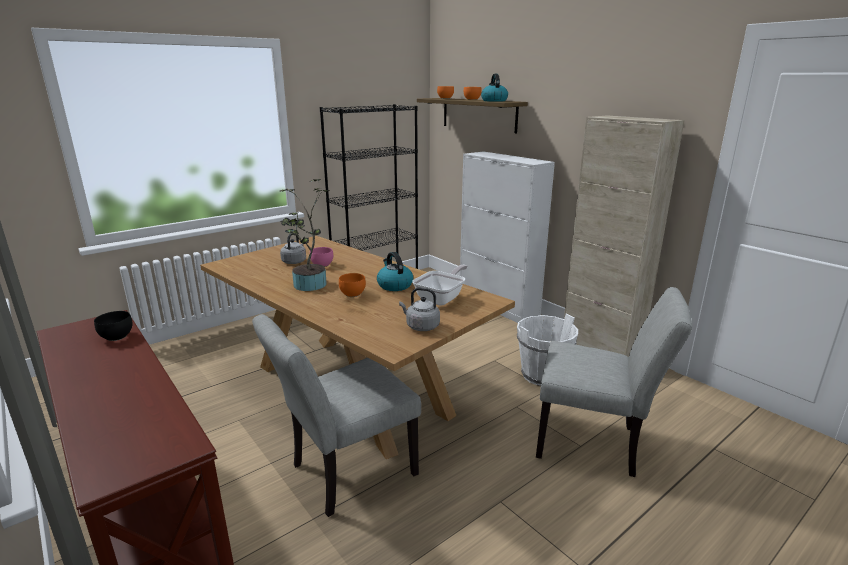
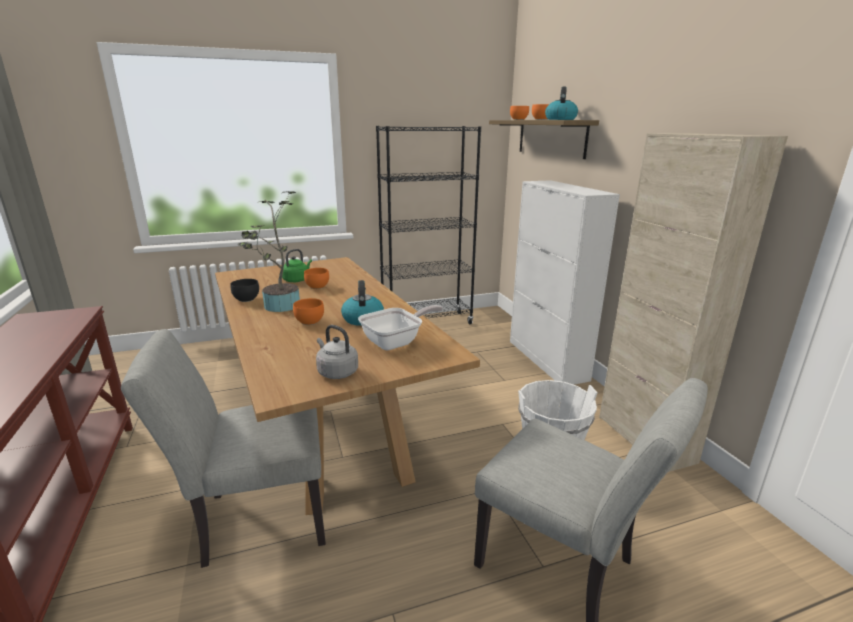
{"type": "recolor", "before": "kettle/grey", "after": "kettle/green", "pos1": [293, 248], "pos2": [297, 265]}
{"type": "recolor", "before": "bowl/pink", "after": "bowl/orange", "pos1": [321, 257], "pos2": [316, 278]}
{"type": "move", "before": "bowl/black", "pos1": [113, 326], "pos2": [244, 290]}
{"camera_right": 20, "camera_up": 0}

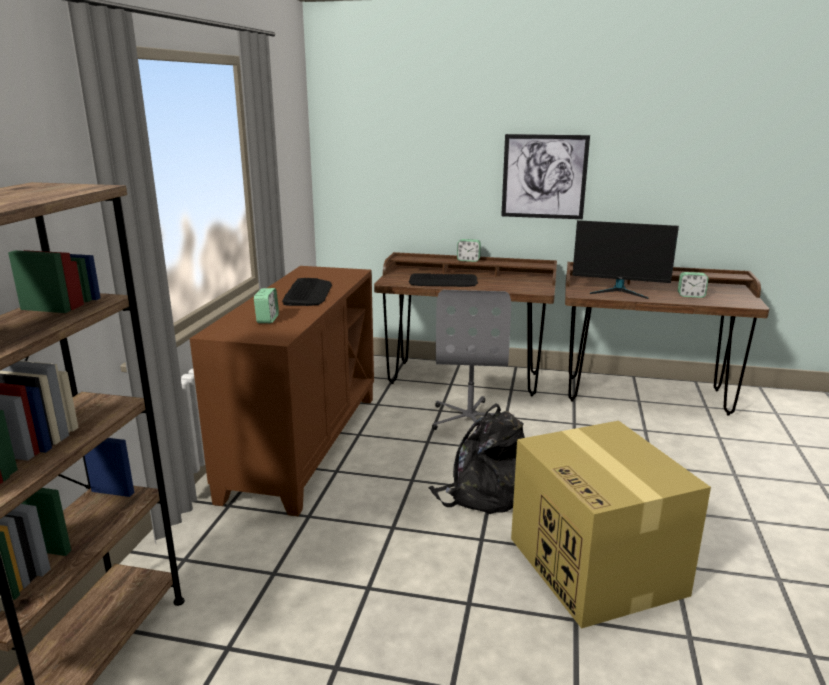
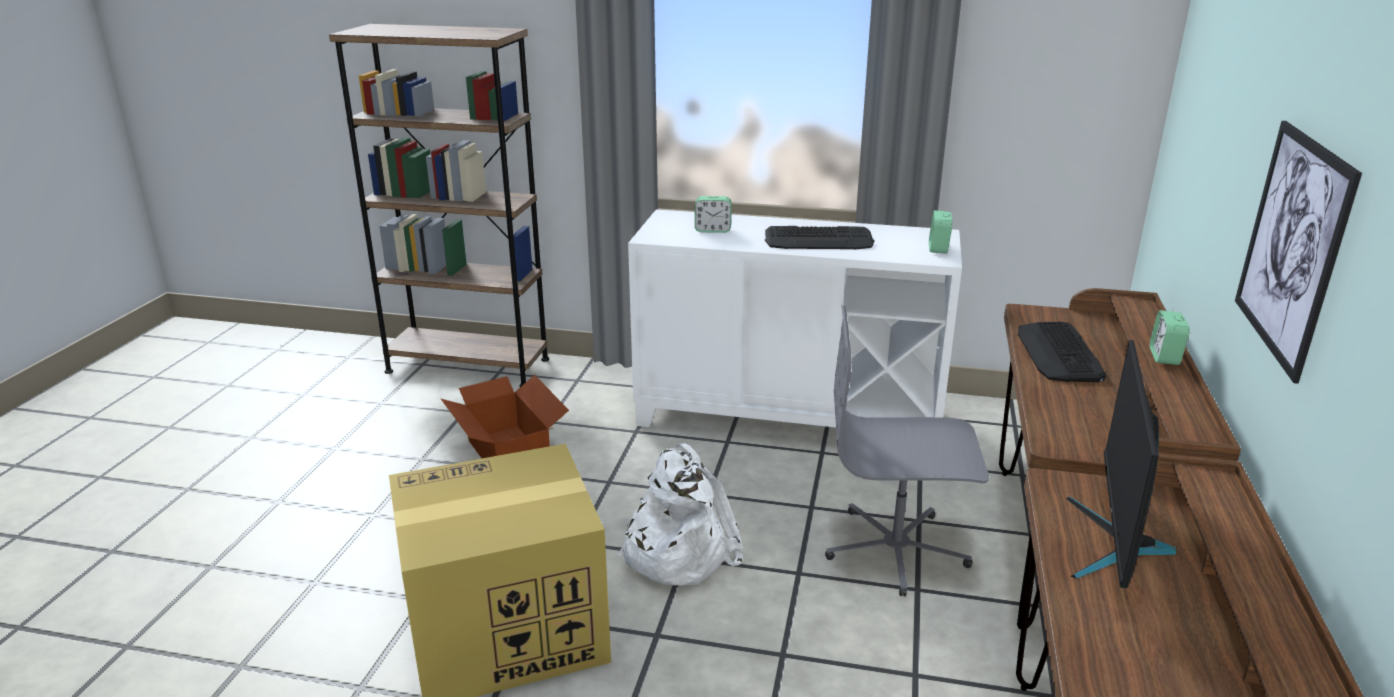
{"type": "recolor", "before": "cabinet/brown", "after": "cabinet/white", "pos1": [282, 391], "pos2": [795, 319]}
{"type": "move", "before": "alarm clock", "pos1": [693, 285], "pos2": [941, 232]}
{"type": "recolor", "before": "backpack/black", "after": "backpack/white", "pos1": [476, 459], "pos2": [679, 514]}
{"type": "insert", "after": "cardboard box", "pos2": [505, 416]}
{"camera_right": 90, "camera_up": 5}

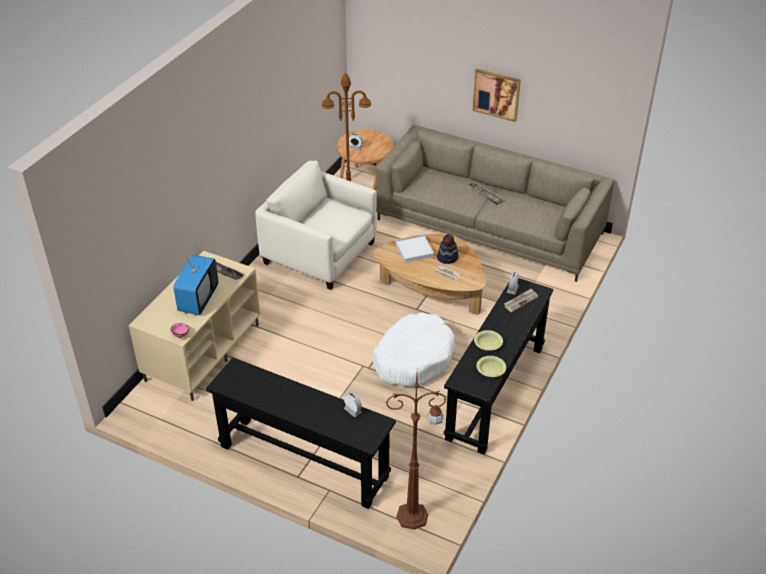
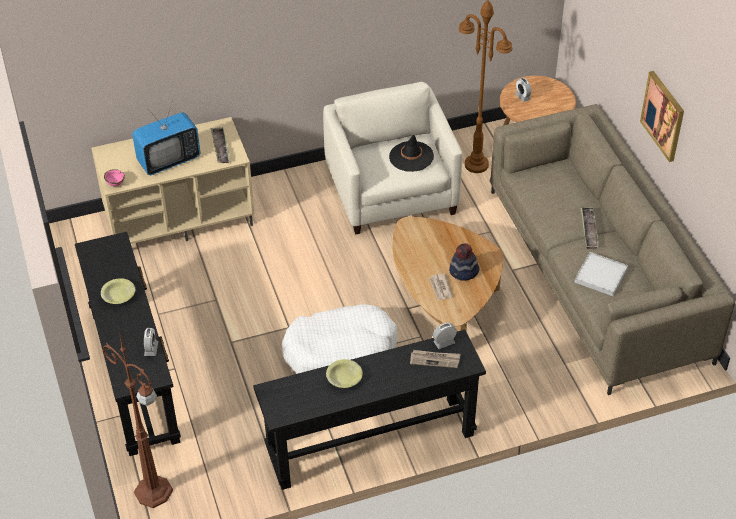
{"type": "move", "before": "tray/white", "pos1": [415, 249], "pos2": [601, 274]}
{"type": "move", "before": "bowl/yellow", "pos1": [491, 366], "pos2": [118, 291]}
{"type": "insert", "after": "hat/black", "pos2": [411, 153]}
{"camera_right": 45, "camera_up": 5}

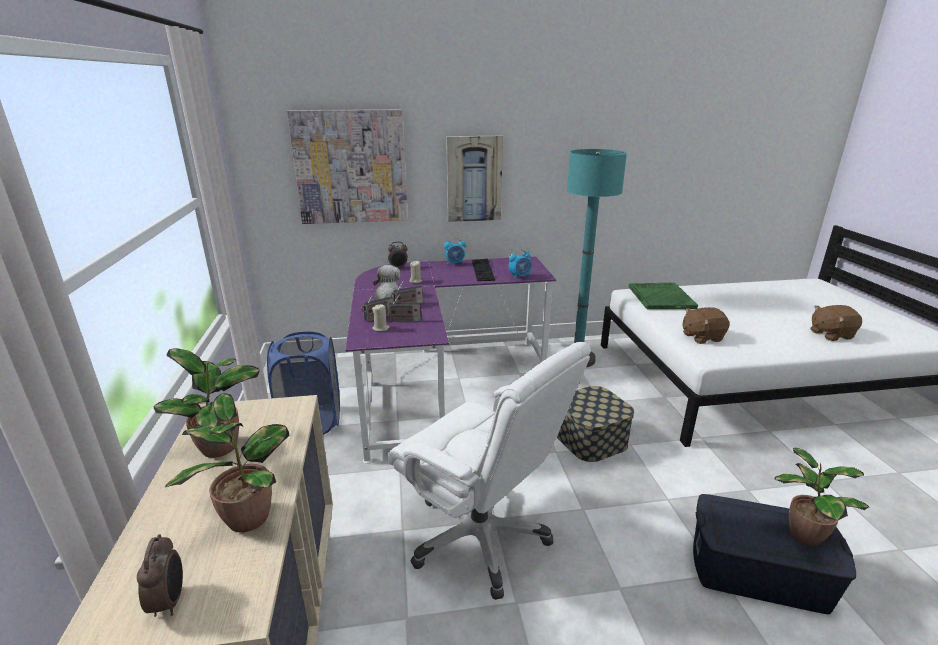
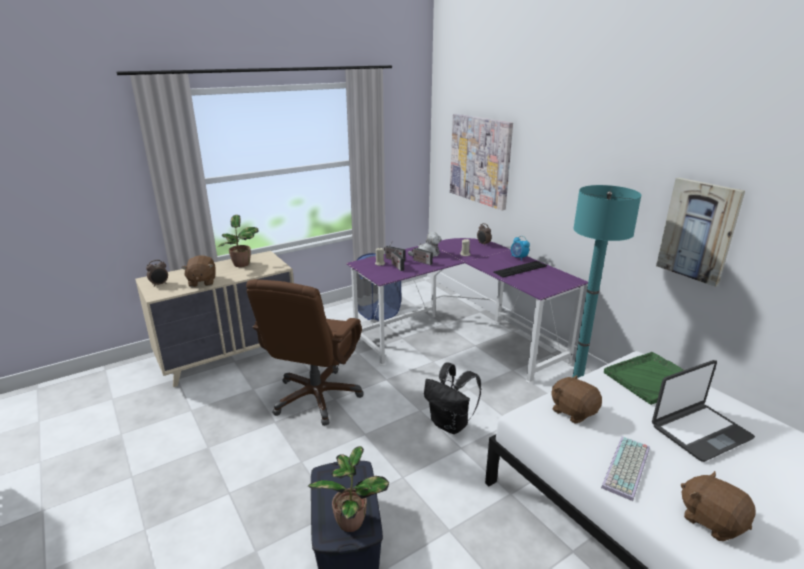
{"type": "move", "before": "picture", "pos1": [474, 179], "pos2": [700, 232]}
{"type": "delete", "before": "alarm clock", "pos1": [520, 264]}
{"type": "recolor", "before": "office chair/white", "after": "office chair/brown", "pos1": [489, 471], "pos2": [305, 352]}
{"type": "replace", "before": "storage box", "after": "backpack/black", "pos1": [595, 424], "pos2": [452, 398]}
{"type": "replace", "before": "potted plant", "after": "plush toy/brown", "pos1": [227, 463], "pos2": [198, 271]}
{"type": "insert", "after": "laptop", "pos2": [703, 411]}
{"type": "insert", "after": "keyboard", "pos2": [625, 468]}
{"camera_right": 65, "camera_up": 0}

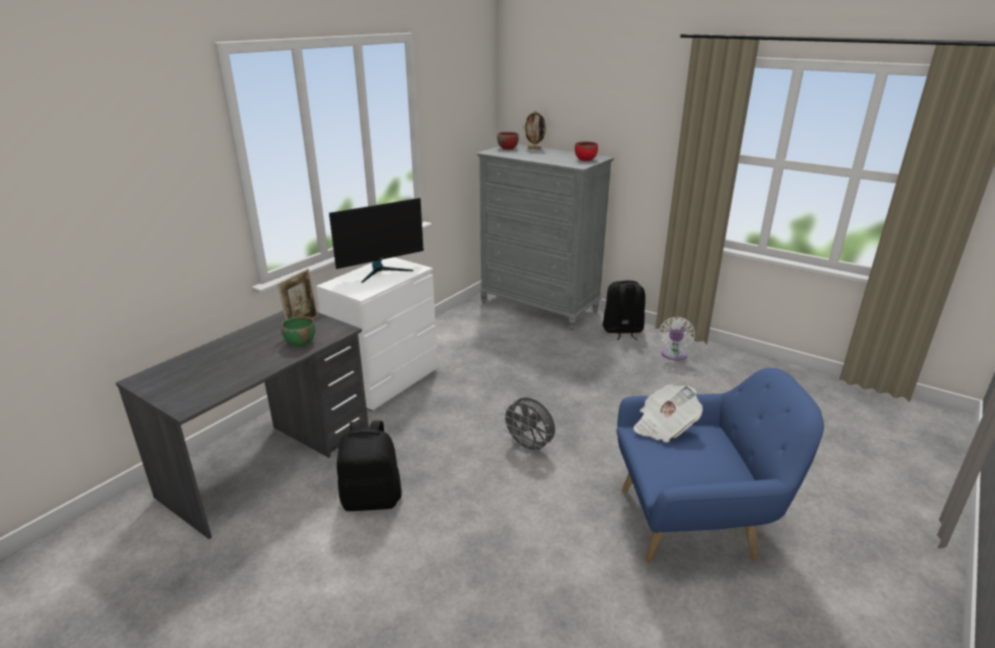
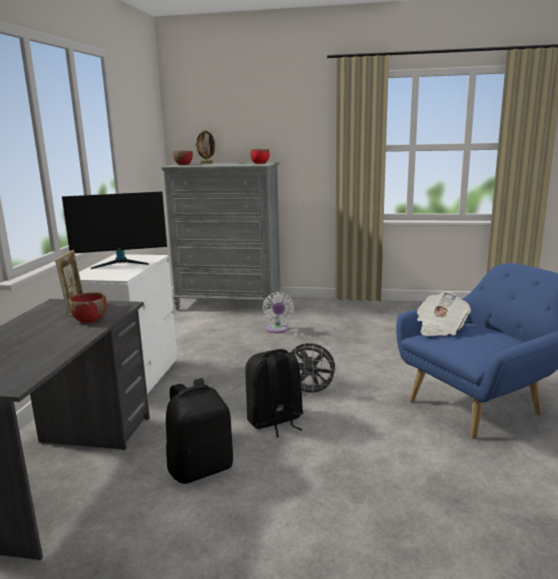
{"type": "rotate", "before": "monitor", "pos1": [376, 240], "pos2": [114, 230], "turn": 45}
{"type": "move", "before": "backpack/black", "pos1": [624, 310], "pos2": [274, 393]}
{"type": "recolor", "before": "bowl/green", "after": "bowl/red", "pos1": [298, 331], "pos2": [88, 307]}
{"type": "move", "before": "fan/white", "pos1": [677, 339], "pos2": [278, 312]}
{"camera_right": -25, "camera_up": -10}

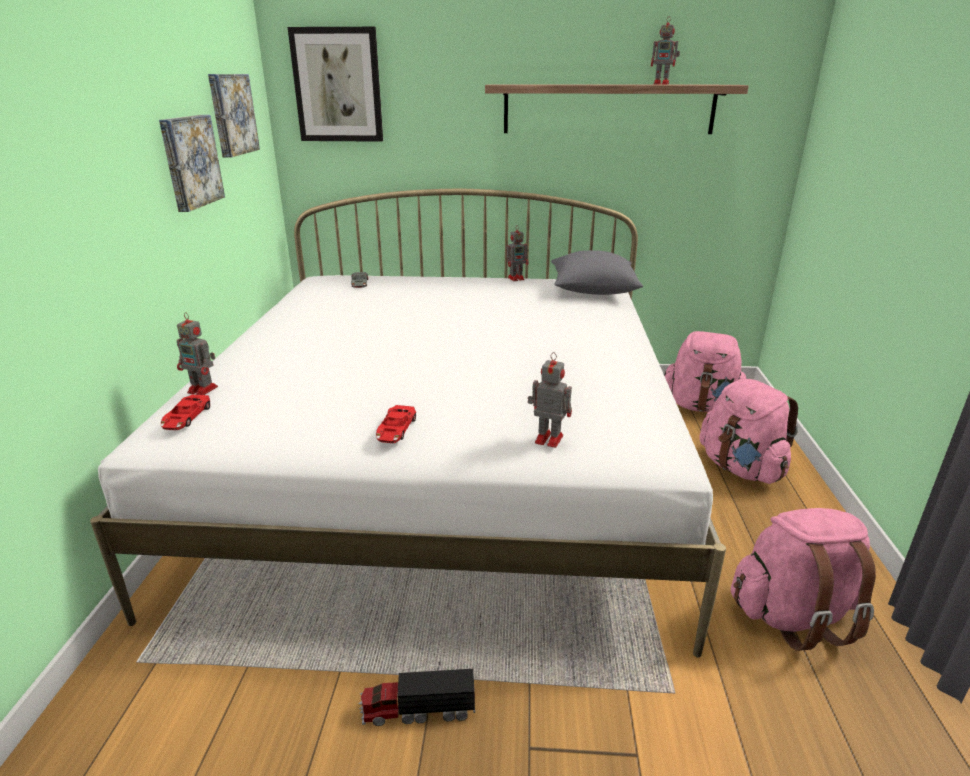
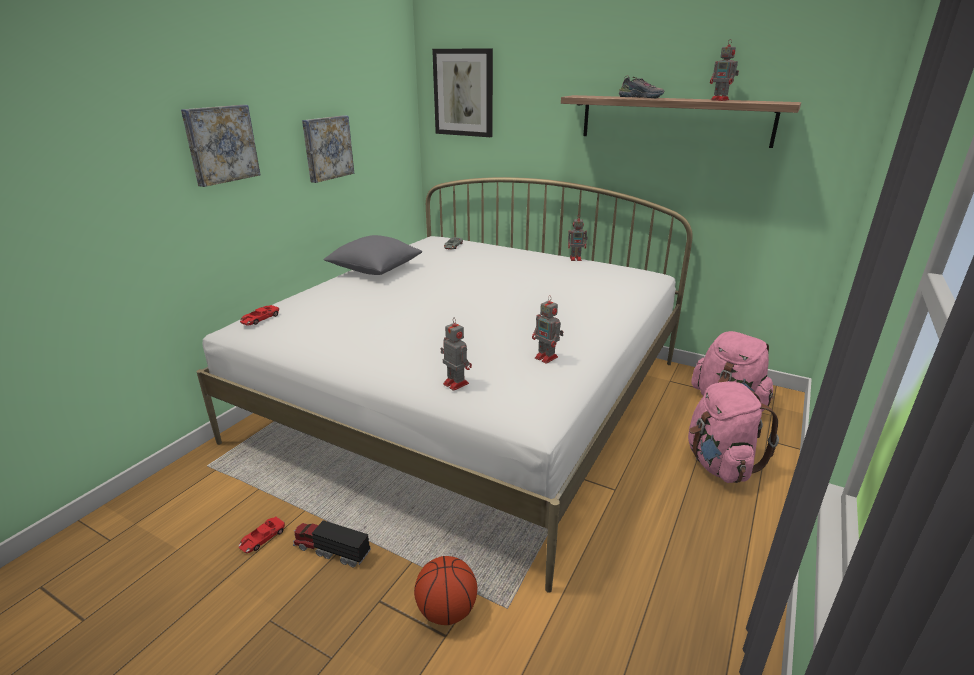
{"type": "move", "before": "picture", "pos1": [234, 116], "pos2": [220, 146]}
{"type": "move", "before": "pillow/grey", "pos1": [597, 272], "pos2": [372, 255]}
{"type": "move", "before": "toy robot", "pos1": [197, 353], "pos2": [548, 329]}
{"type": "move", "before": "toy car/red", "pos1": [396, 424], "pos2": [262, 535]}
{"type": "delete", "before": "backpack/pink", "pos1": [803, 579]}
{"type": "insert", "after": "shoe", "pos2": [641, 86]}
{"type": "insert", "after": "basketball", "pos2": [445, 590]}
{"camera_right": 25, "camera_up": 0}

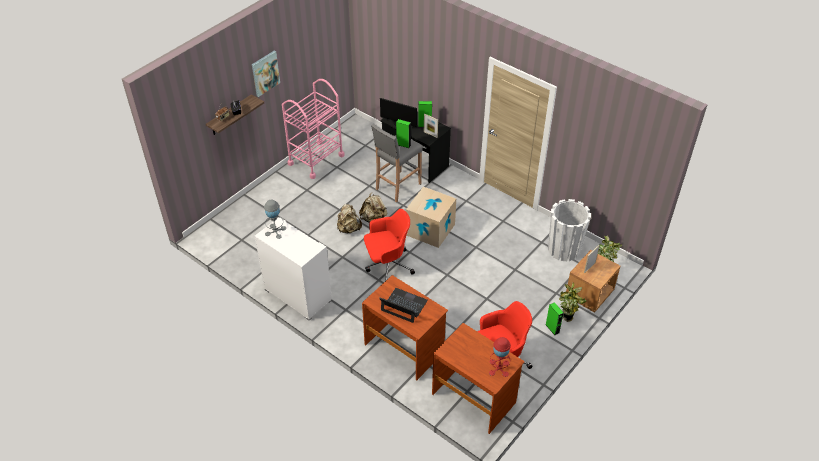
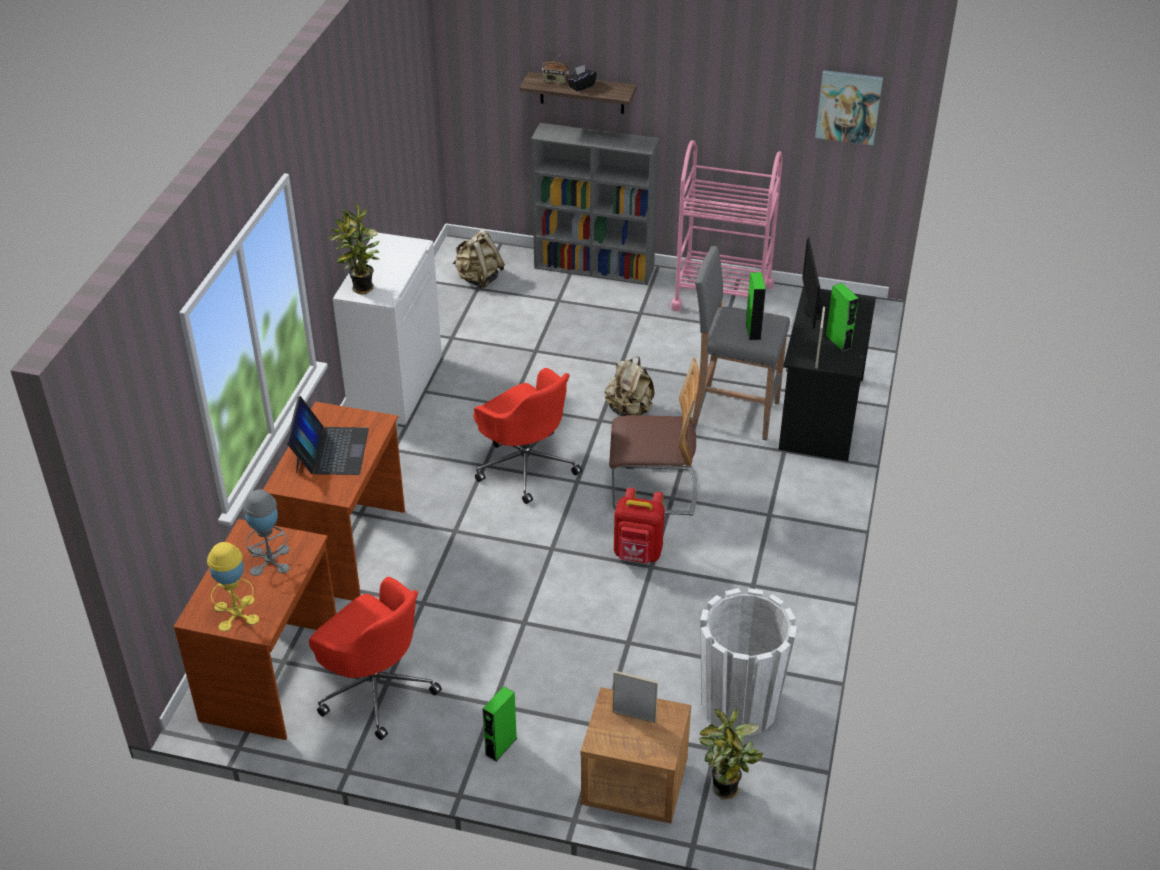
{"type": "move", "before": "picture", "pos1": [266, 74], "pos2": [849, 107]}
{"type": "replace", "before": "cardboard box", "after": "chair", "pos1": [431, 217], "pos2": [654, 437]}
{"type": "move", "before": "table lamp/grey", "pos1": [275, 219], "pos2": [266, 533]}
{"type": "move", "before": "backpack/beige", "pos1": [349, 218], "pos2": [479, 259]}
{"type": "move", "before": "potted plant", "pos1": [572, 302], "pos2": [354, 248]}
{"type": "recolor", "before": "table lamp/red", "after": "table lamp/yellow", "pos1": [500, 357], "pos2": [233, 587]}
{"type": "insert", "after": "bookcase/grey", "pos2": [595, 204]}
{"type": "insert", "after": "backpack/red", "pos2": [639, 525]}
{"camera_right": 65, "camera_up": -5}

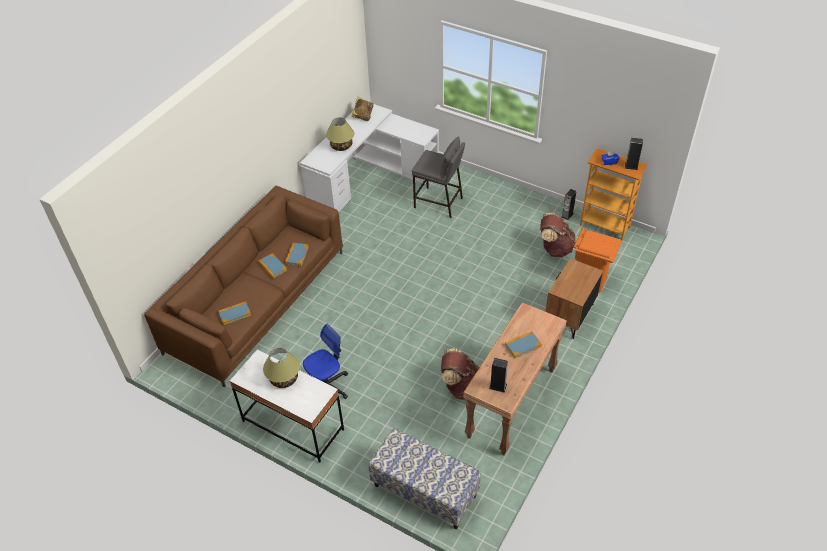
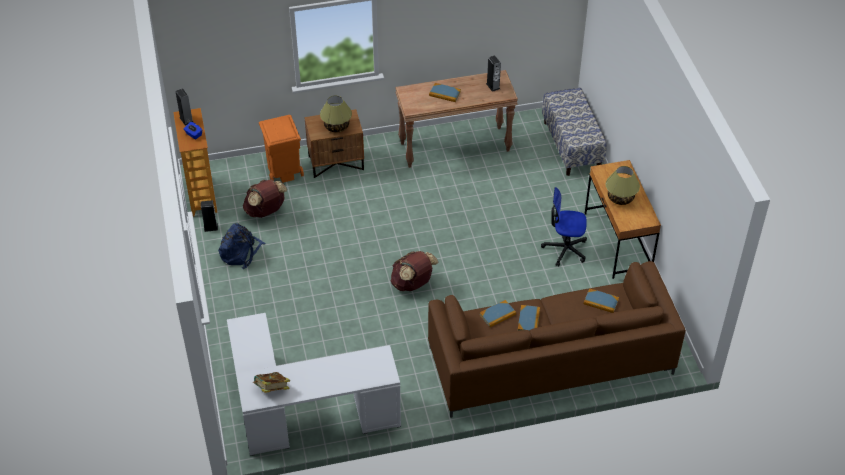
{"type": "move", "before": "table lamp", "pos1": [340, 134], "pos2": [336, 114]}
{"type": "delete", "before": "stool/grey", "pos1": [438, 177]}
{"type": "move", "before": "backpack/brown", "pos1": [460, 373], "pos2": [414, 271]}
{"type": "recolor", "before": "desk/white", "after": "desk/brown", "pos1": [287, 406], "pos2": [623, 219]}
{"type": "insert", "after": "backpack/blue", "pos2": [241, 246]}
{"camera_right": -135, "camera_up": 0}

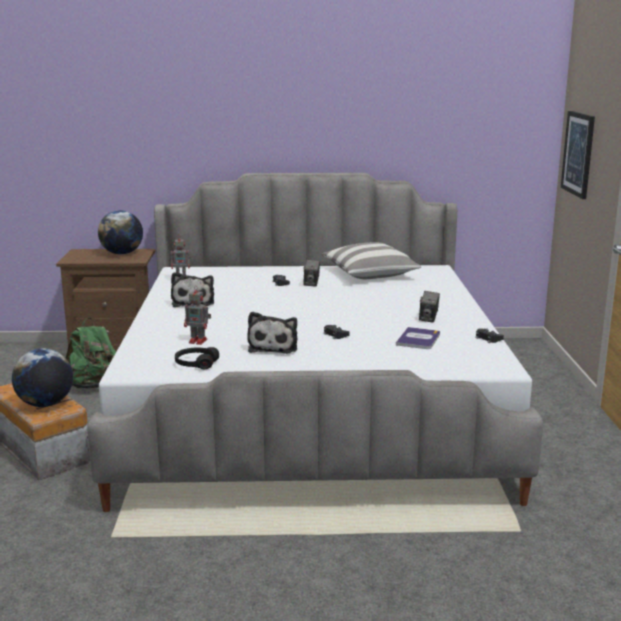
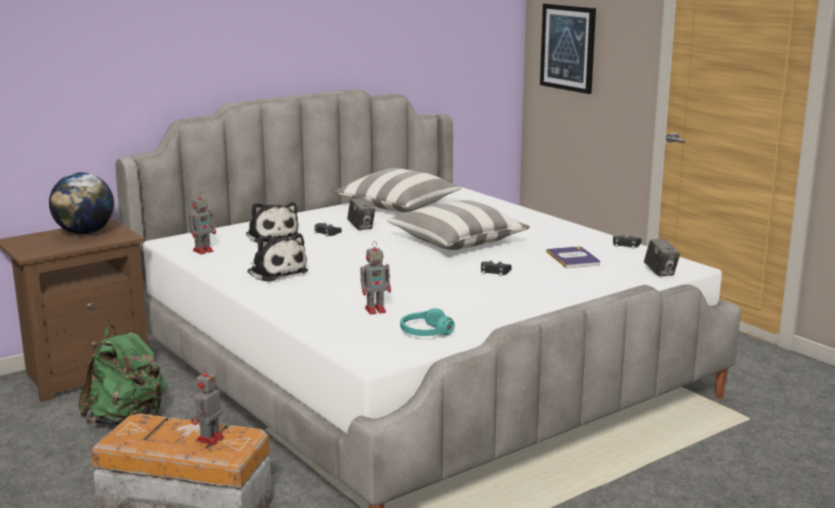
{"type": "move", "before": "photo camera", "pos1": [429, 307], "pos2": [662, 257]}
{"type": "move", "before": "plush toy", "pos1": [272, 333], "pos2": [272, 222]}
{"type": "recolor", "before": "headphones/black", "after": "headphones/turquoise", "pos1": [197, 358], "pos2": [427, 322]}
{"type": "replace", "before": "globe", "after": "toy robot", "pos1": [42, 377], "pos2": [207, 405]}
{"type": "insert", "after": "pillow", "pos2": [458, 225]}
{"camera_right": -35, "camera_up": 0}

